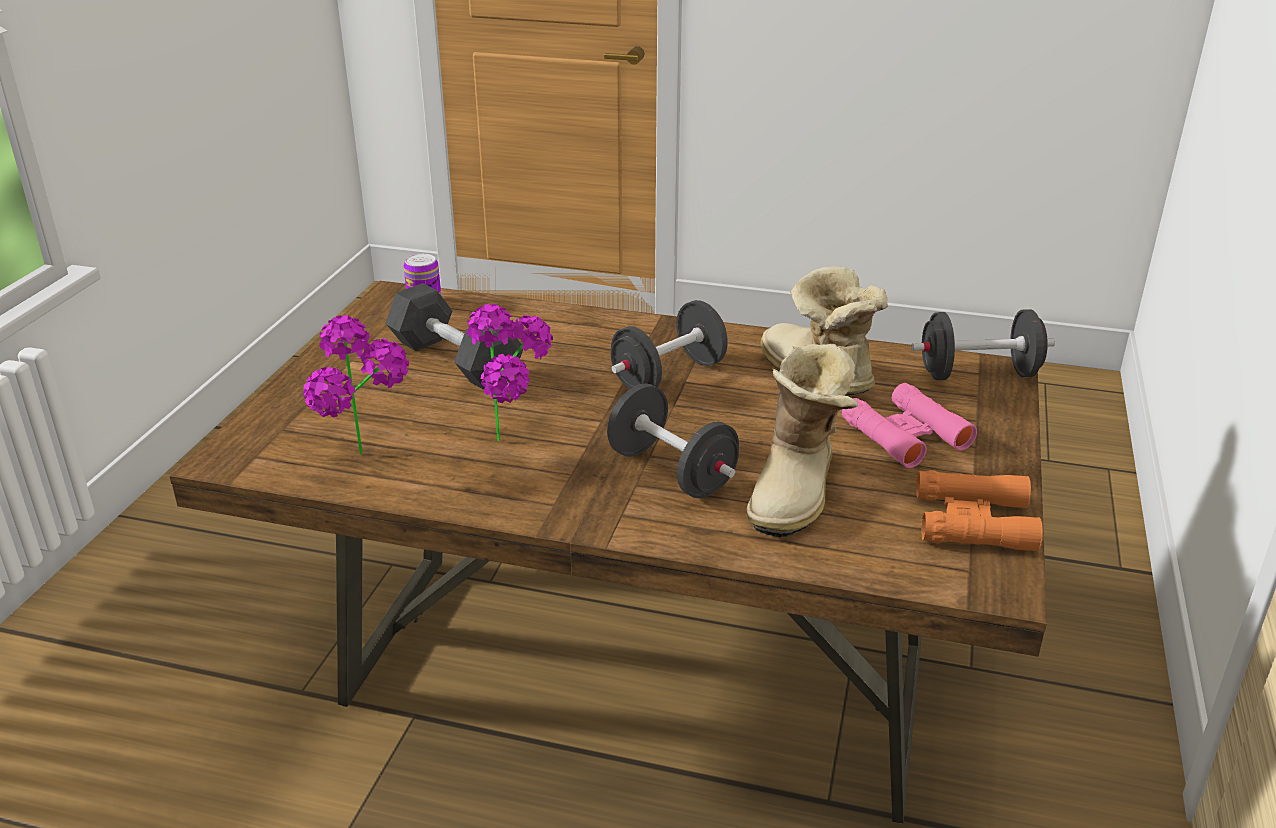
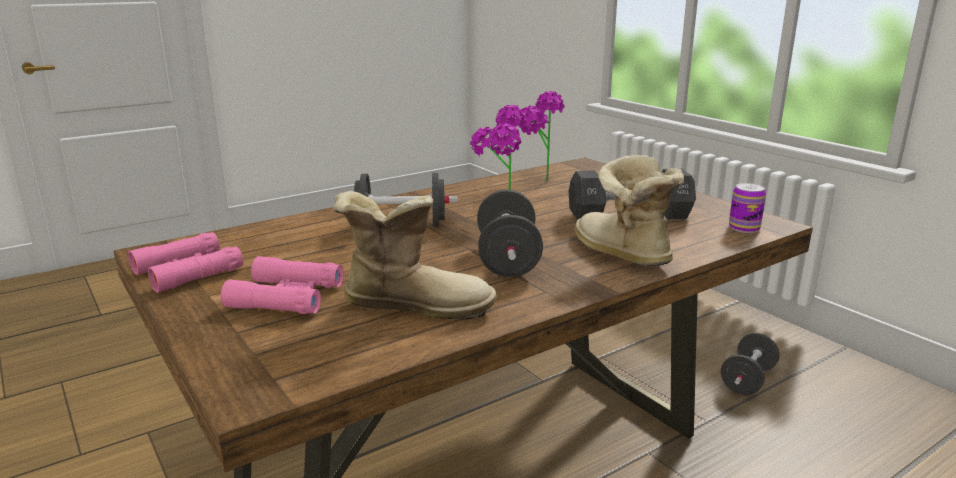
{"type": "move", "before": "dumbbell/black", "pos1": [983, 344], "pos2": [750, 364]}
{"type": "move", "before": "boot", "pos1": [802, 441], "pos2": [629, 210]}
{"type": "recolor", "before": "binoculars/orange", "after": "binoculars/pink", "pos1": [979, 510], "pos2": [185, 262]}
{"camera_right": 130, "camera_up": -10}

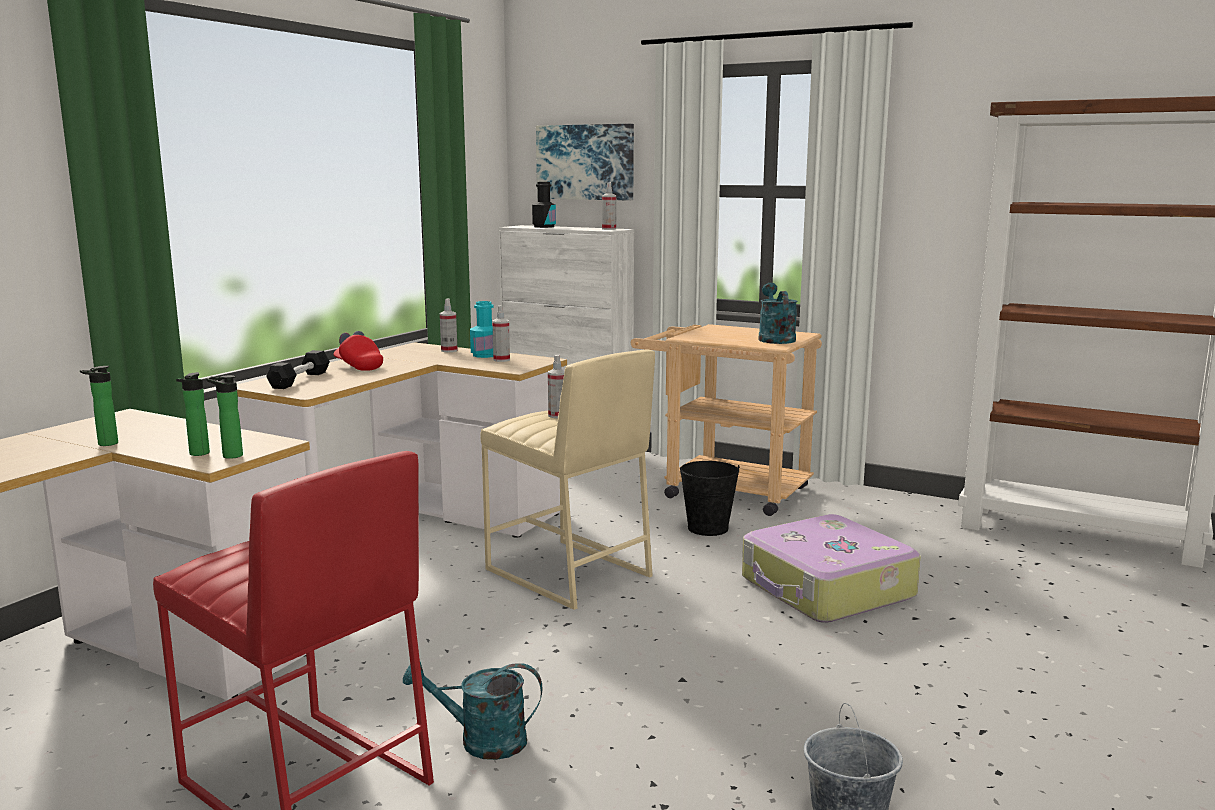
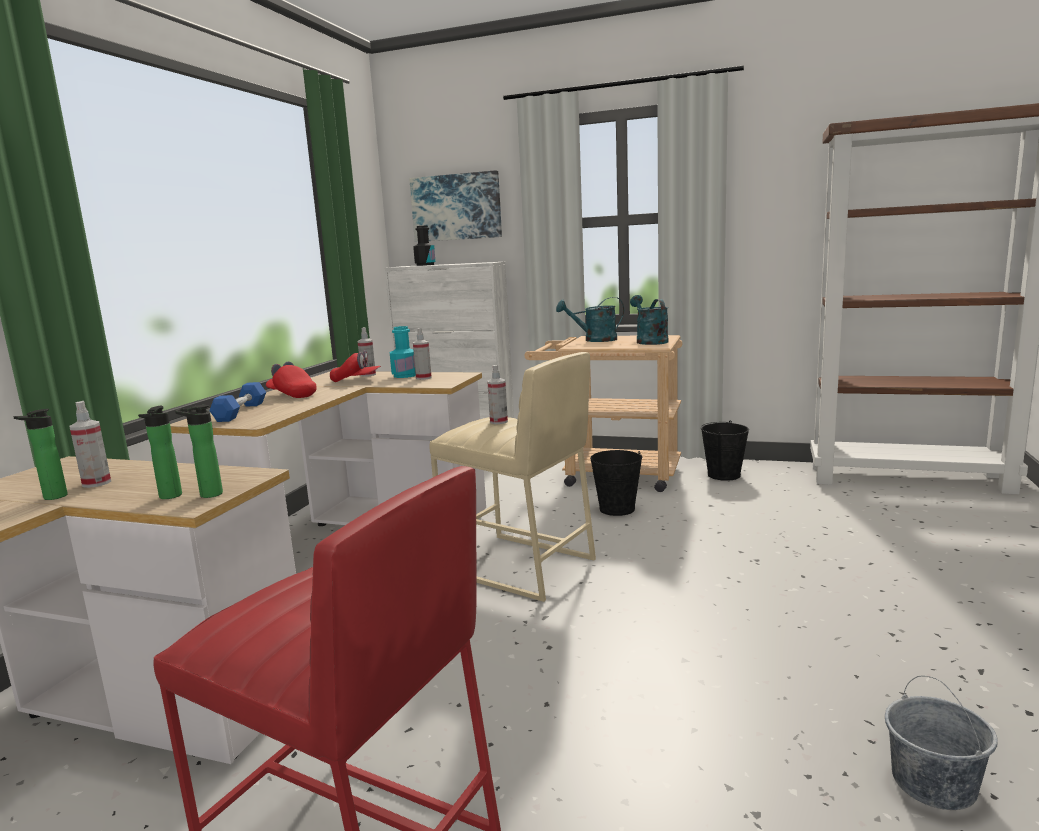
{"type": "move", "before": "spray bottle", "pos1": [609, 206], "pos2": [90, 444]}
{"type": "recolor", "before": "dumbbell/black", "after": "dumbbell/blue", "pos1": [298, 369], "pos2": [237, 402]}
{"type": "delete", "before": "suitcase", "pos1": [831, 568]}
{"type": "move", "before": "watering can/turquoise", "pos1": [472, 711], "pos2": [590, 319]}
{"type": "insert", "after": "cap/red", "pos2": [355, 366]}
{"type": "insert", "after": "bucket/black", "pos2": [725, 451]}
{"camera_right": -10, "camera_up": 0}

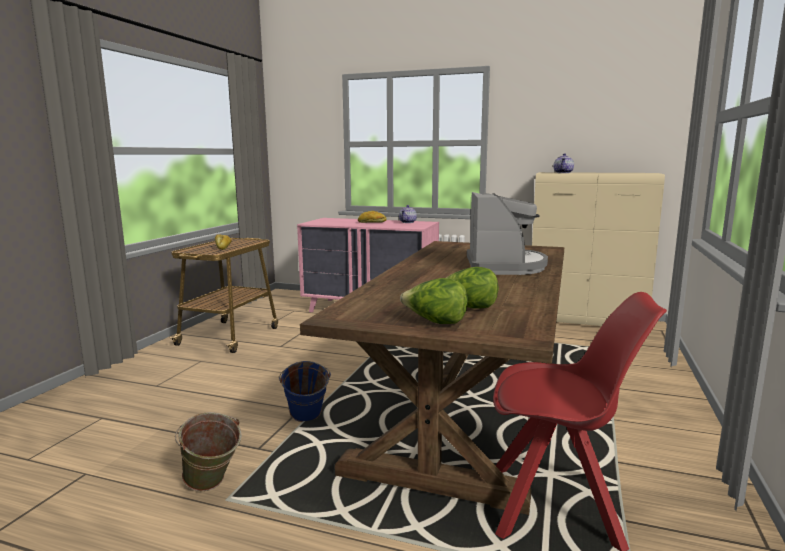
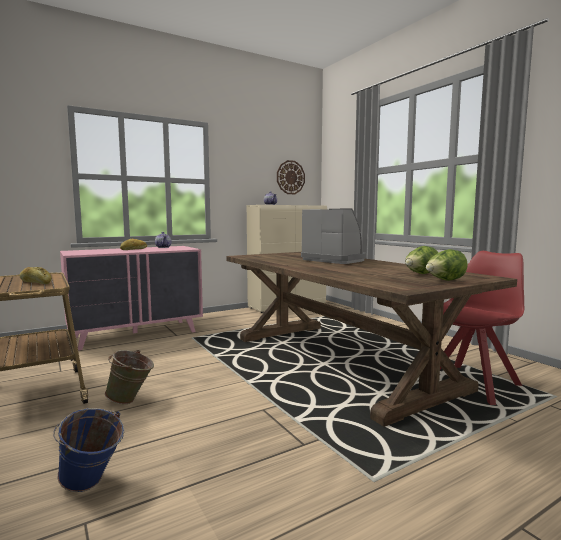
{"type": "move", "before": "bucket/blue", "pos1": [305, 391], "pos2": [88, 450]}
{"type": "move", "before": "bucket/green", "pos1": [208, 451], "pos2": [129, 377]}
{"type": "insert", "after": "wall clock", "pos2": [291, 177]}
{"camera_right": -50, "camera_up": -5}

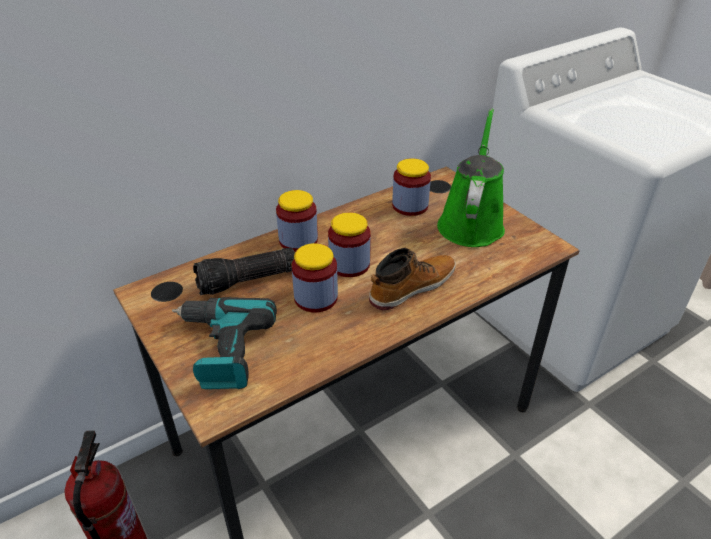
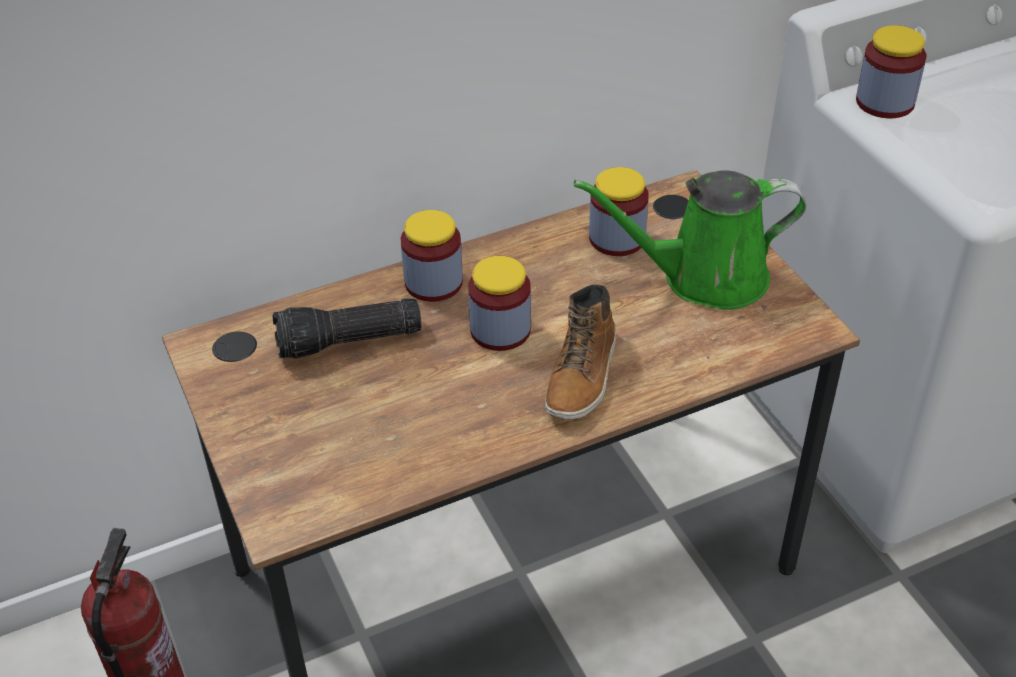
{"type": "rotate", "before": "watering can/green", "pos1": [471, 178], "pos2": [689, 240], "turn": -120}
{"type": "move", "before": "jar", "pos1": [315, 278], "pos2": [891, 71]}
{"type": "rotate", "before": "boot", "pos1": [412, 278], "pos2": [580, 351], "turn": 135}
{"type": "delete", "before": "power drill", "pos1": [224, 343]}
{"camera_right": 10, "camera_up": 5}

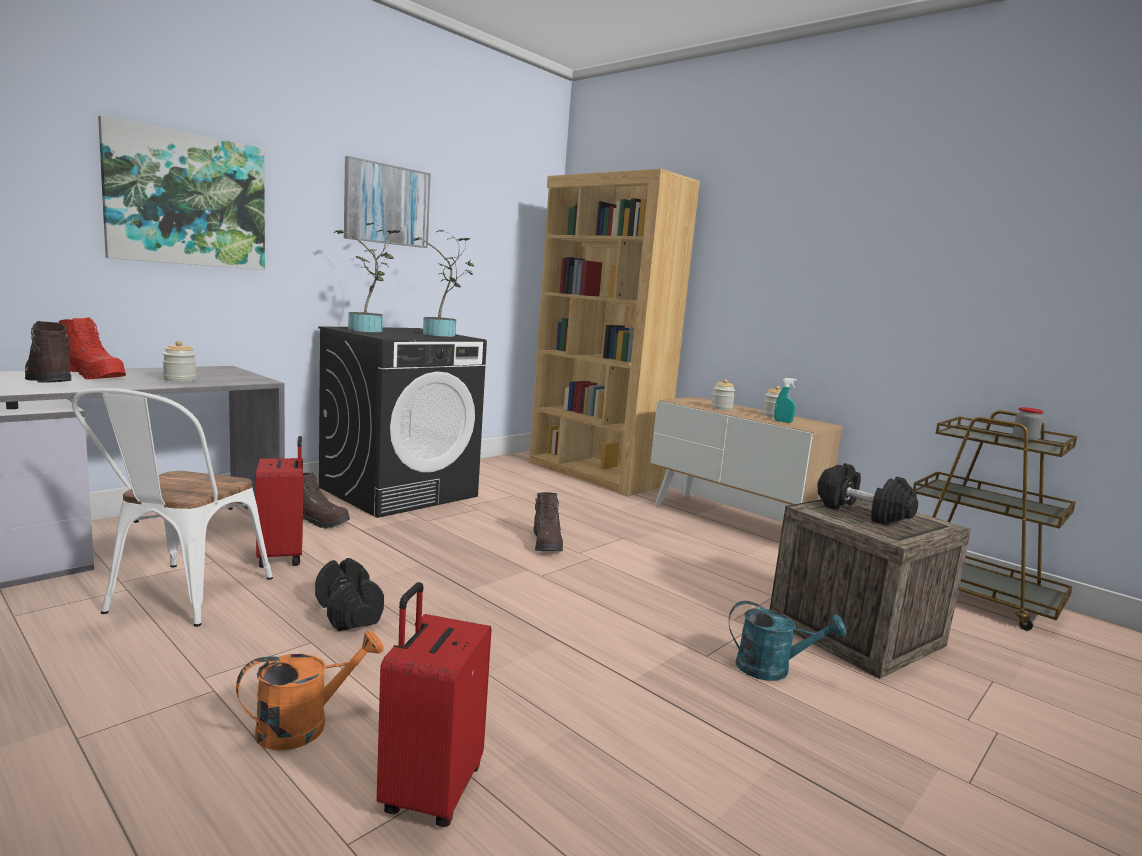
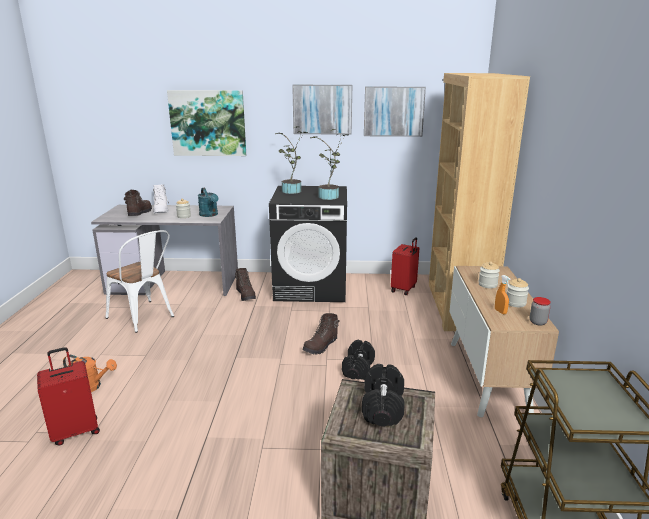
{"type": "recolor", "before": "boot/red", "after": "boot/white", "pos1": [92, 348], "pos2": [161, 199]}
{"type": "recolor", "before": "spray bottle/turquoise", "after": "spray bottle/orange", "pos1": [785, 400], "pos2": [502, 294]}
{"type": "rotate", "before": "chair/white", "pos1": [172, 507], "pos2": [139, 281], "turn": -105}
{"type": "move", "before": "jar", "pos1": [1028, 425], "pos2": [540, 311]}
{"type": "move", "before": "suitcase/red", "pos1": [279, 502], "pos2": [405, 266]}
{"type": "move", "before": "dumbbell/black", "pos1": [349, 594], "pos2": [358, 360]}
{"type": "move", "before": "watering can/turquoise", "pos1": [787, 641], "pos2": [208, 202]}
{"type": "insert", "after": "picture", "pos2": [395, 112]}
{"camera_right": 50, "camera_up": 10}

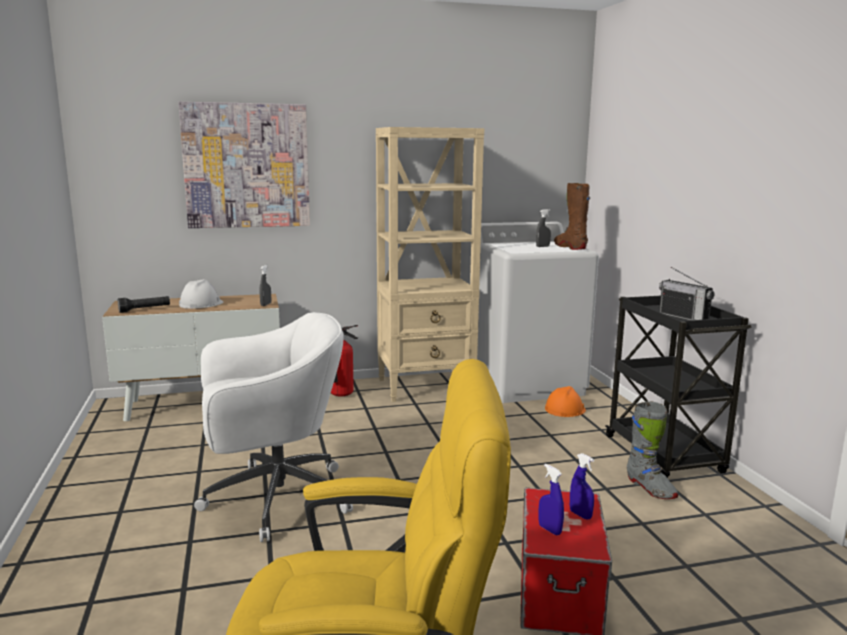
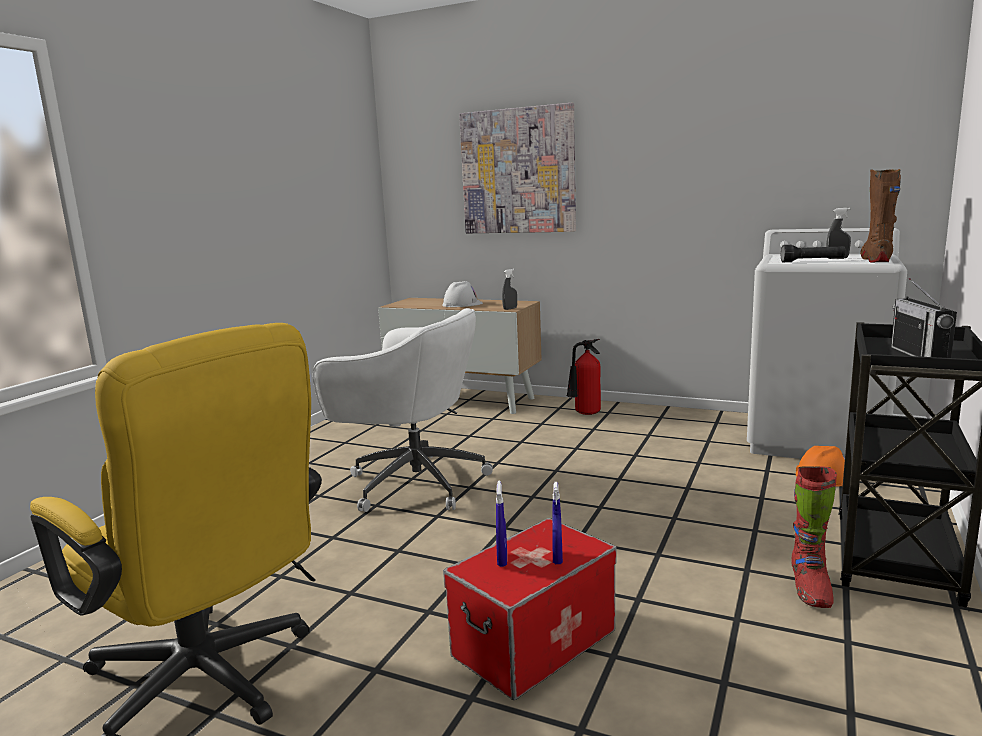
{"type": "delete", "before": "bookcase/beige", "pos1": [430, 264]}
{"type": "move", "before": "flashlight/black", "pos1": [144, 304], "pos2": [813, 253]}
{"type": "recolor", "before": "boot/grey", "after": "boot/red", "pos1": [653, 450], "pos2": [814, 537]}
{"camera_right": 40, "camera_up": 0}

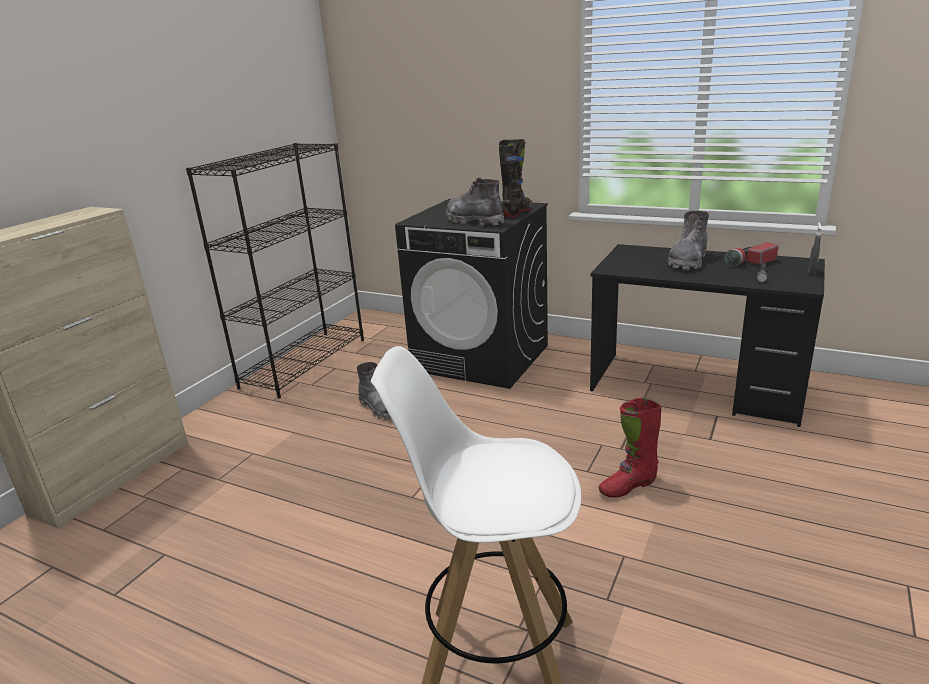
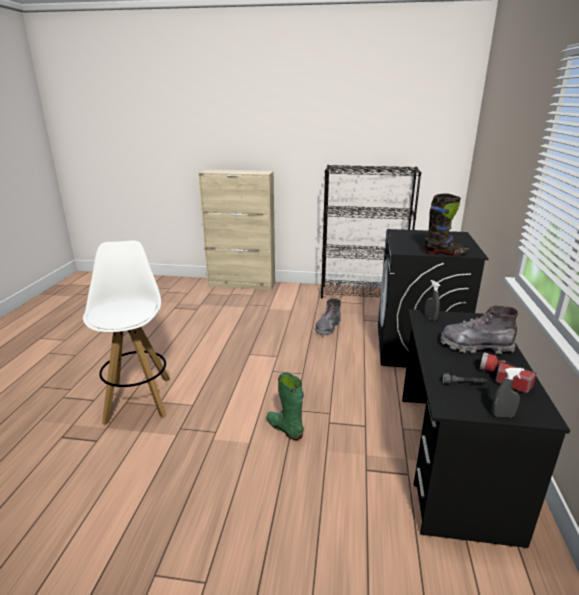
{"type": "delete", "before": "boot/grey", "pos1": [475, 202]}
{"type": "recolor", "before": "boot/red", "after": "boot/green", "pos1": [630, 448], "pos2": [285, 406]}
{"type": "insert", "after": "spray bottle/grey", "pos2": [432, 300]}
{"camera_right": 70, "camera_up": 0}

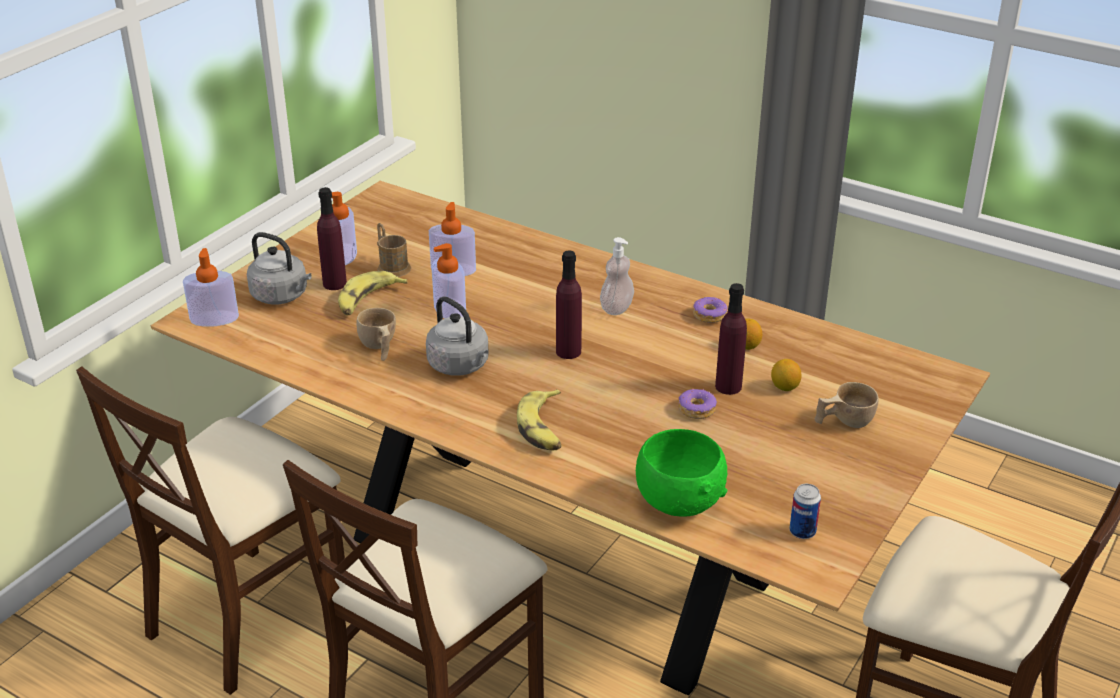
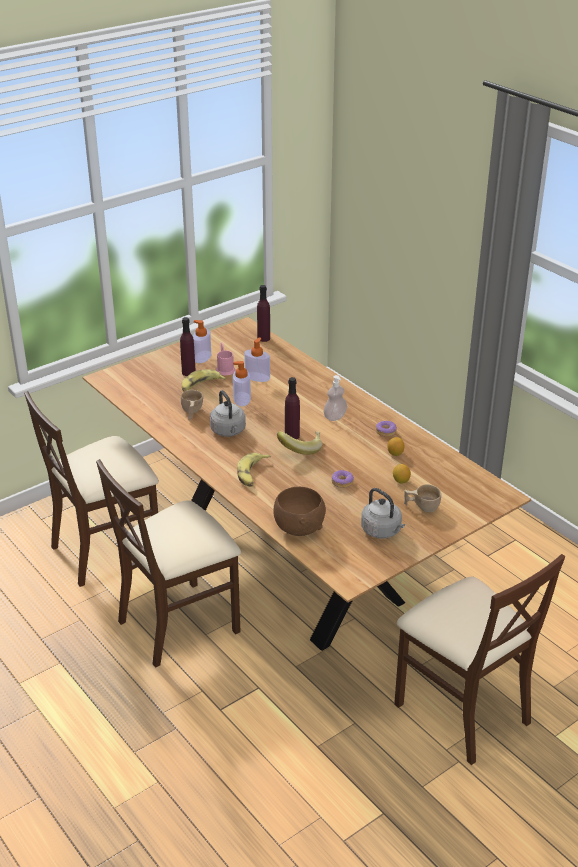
{"type": "recolor", "before": "mug/brown", "after": "mug/pink", "pos1": [394, 250], "pos2": [225, 358]}
{"type": "move", "before": "kettle/grey", "pos1": [279, 268], "pos2": [383, 513]}
{"type": "delete", "before": "soap dispenser", "pos1": [211, 287]}
{"type": "move", "before": "bottle/purple", "pos1": [731, 339], "pos2": [263, 313]}
{"type": "recolor", "before": "bowl/green", "after": "bowl/brown", "pos1": [681, 472], "pos2": [300, 511]}
{"type": "delete", "before": "can", "pos1": [805, 511]}
{"type": "insert", "after": "banana", "pos2": [300, 443]}
{"camera_right": 20, "camera_up": 0}

